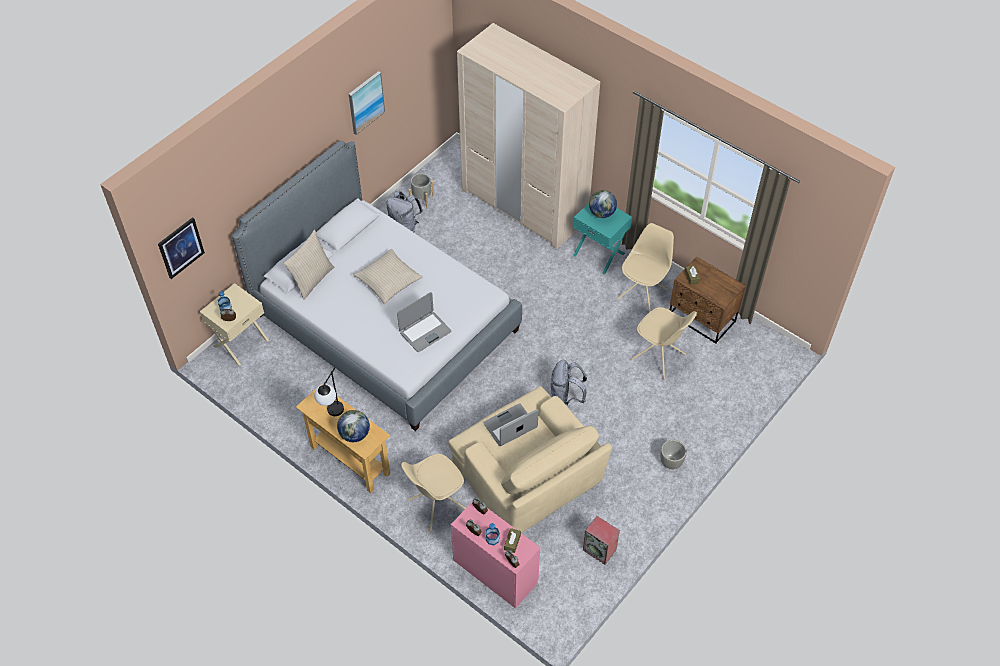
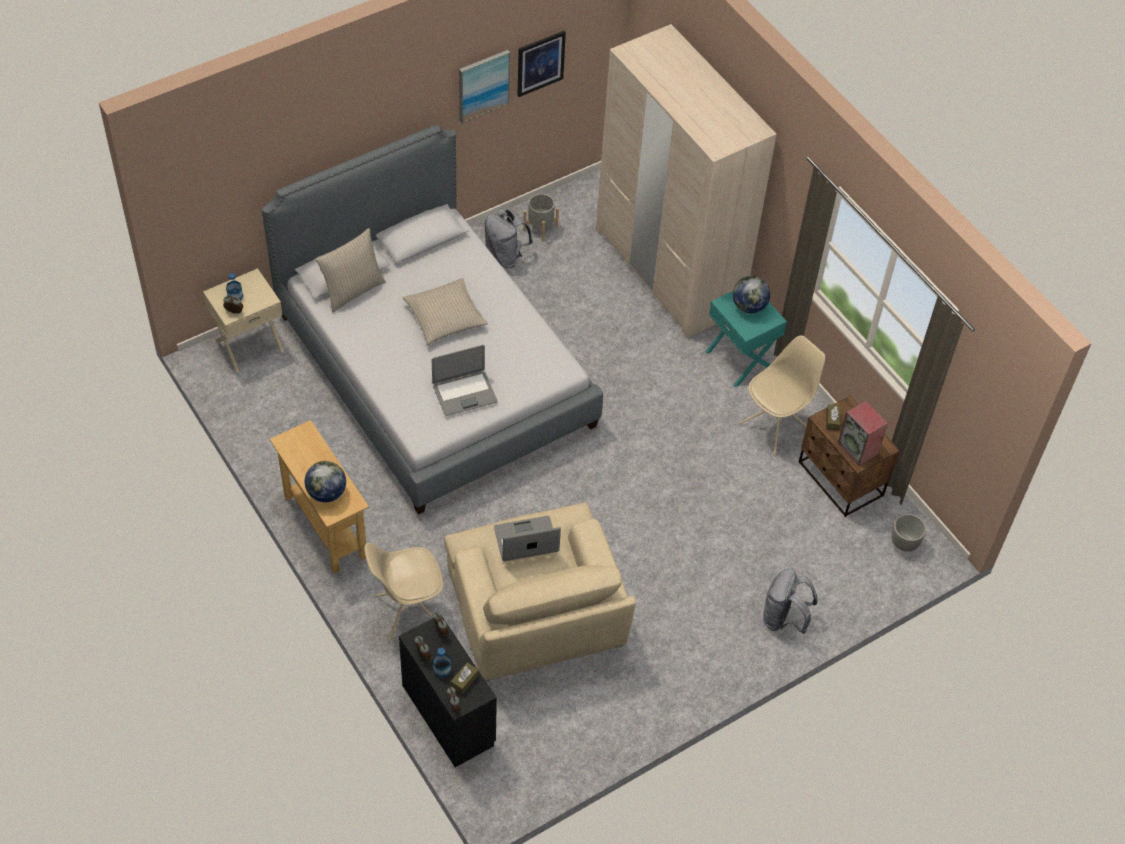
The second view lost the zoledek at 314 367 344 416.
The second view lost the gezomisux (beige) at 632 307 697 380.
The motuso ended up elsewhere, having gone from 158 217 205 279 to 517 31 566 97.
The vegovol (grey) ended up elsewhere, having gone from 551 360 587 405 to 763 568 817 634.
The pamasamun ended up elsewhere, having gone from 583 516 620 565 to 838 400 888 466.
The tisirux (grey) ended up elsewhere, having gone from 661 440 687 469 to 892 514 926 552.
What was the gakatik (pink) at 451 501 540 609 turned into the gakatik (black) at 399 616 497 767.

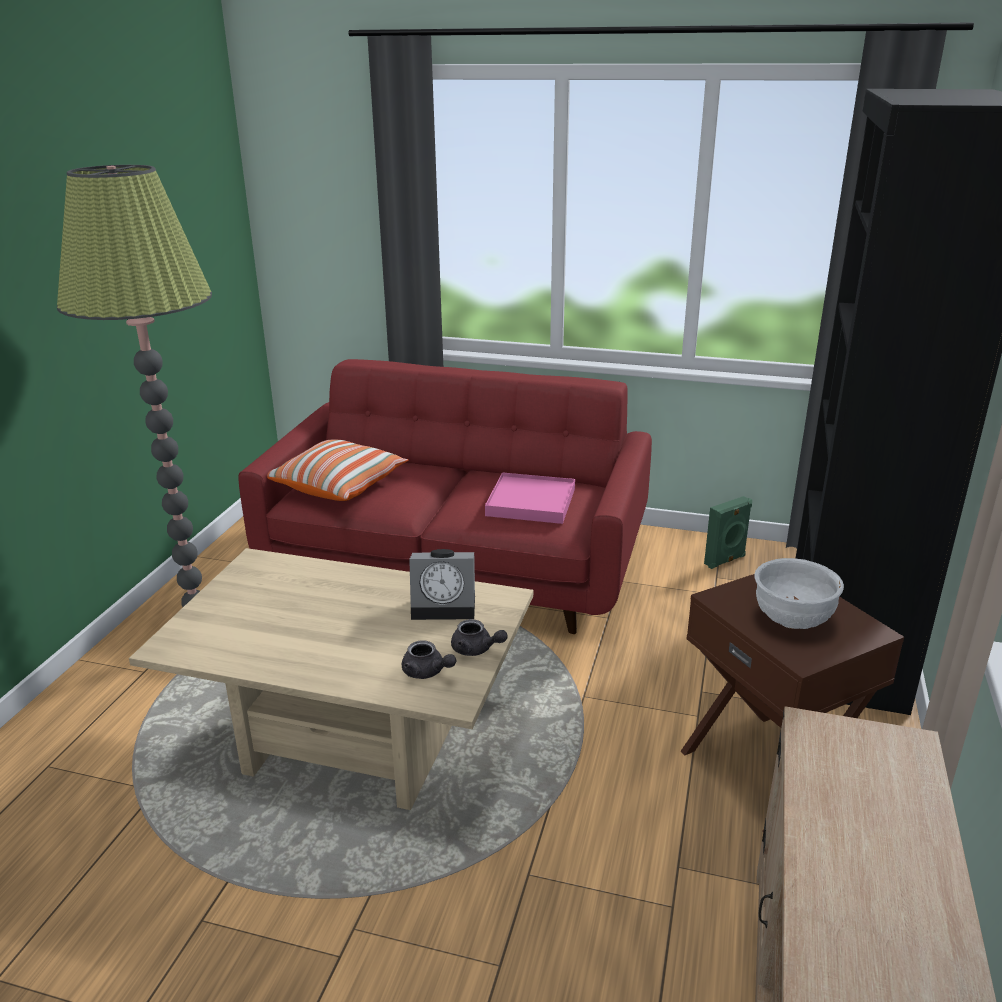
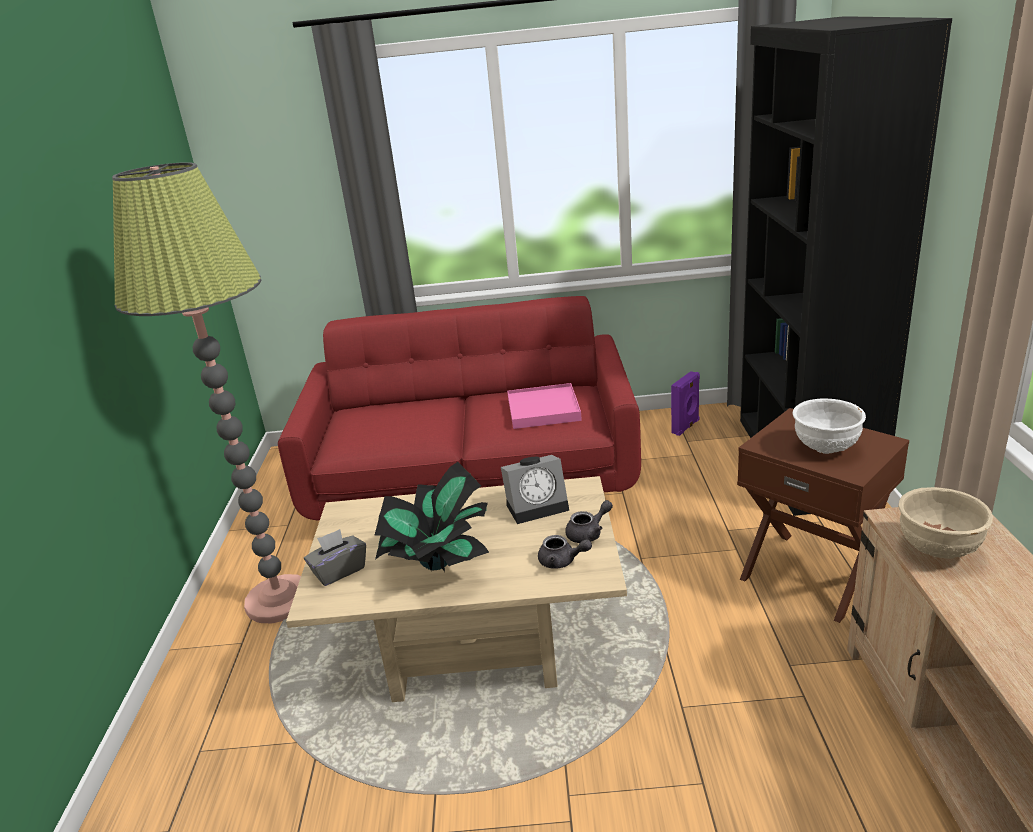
The second view lost the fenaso at 267 439 409 501.
The second view gained the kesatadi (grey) at 304 529 366 586.
The second view gained the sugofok at 375 462 489 572.
The second view gained the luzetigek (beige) at 898 487 993 559.
What was the pamasamun (green) at 704 496 752 569 turned into the pamasamun (purple) at 671 371 700 436.
The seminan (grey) at 451 619 508 656 ended up facing another way, 45 degrees counterclockwise from before.

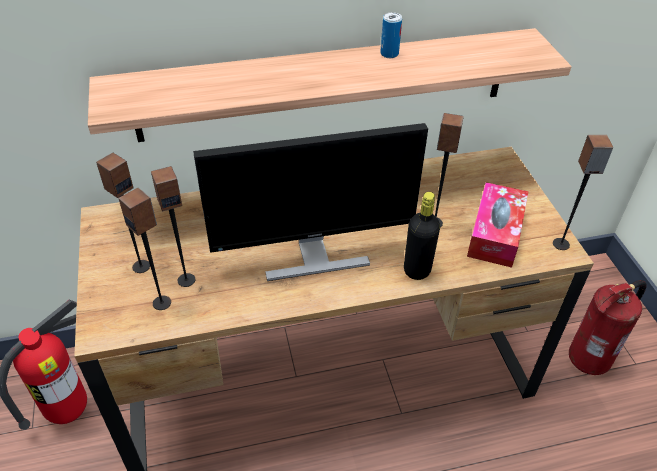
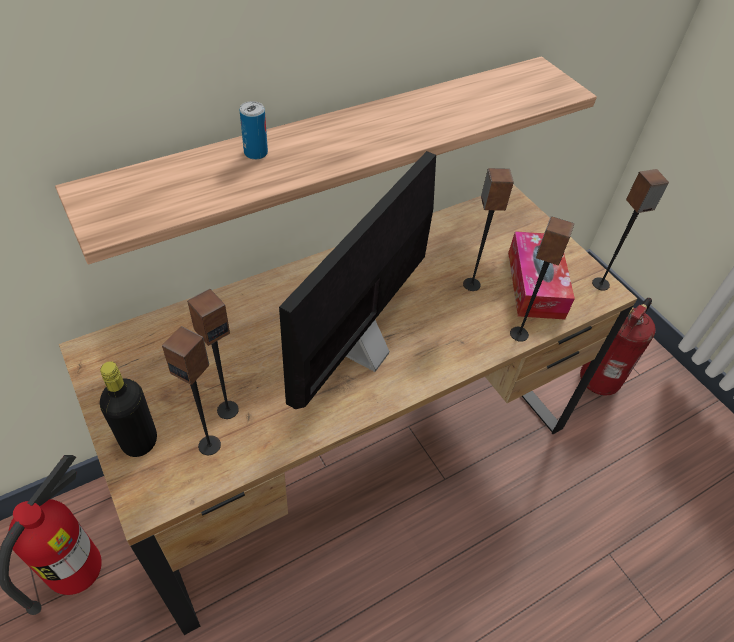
The pamasamun ended up elsewhere, having gone from 96 152 150 273 to 510 216 574 342.
The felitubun ended up elsewhere, having gone from 380 12 402 58 to 240 101 268 160.
The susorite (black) ended up elsewhere, having gone from 404 192 440 280 to 100 361 157 457.
The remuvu at 193 123 428 281 ended up facing another way, 150 degrees clockwise from before.

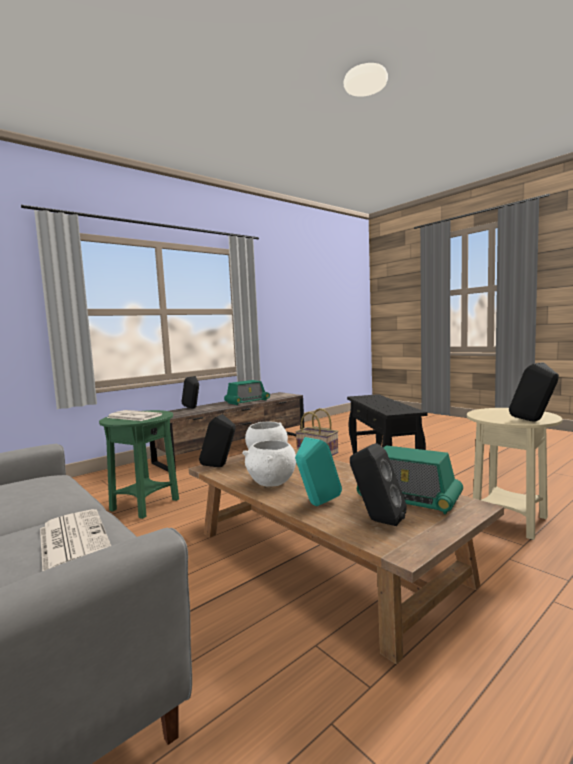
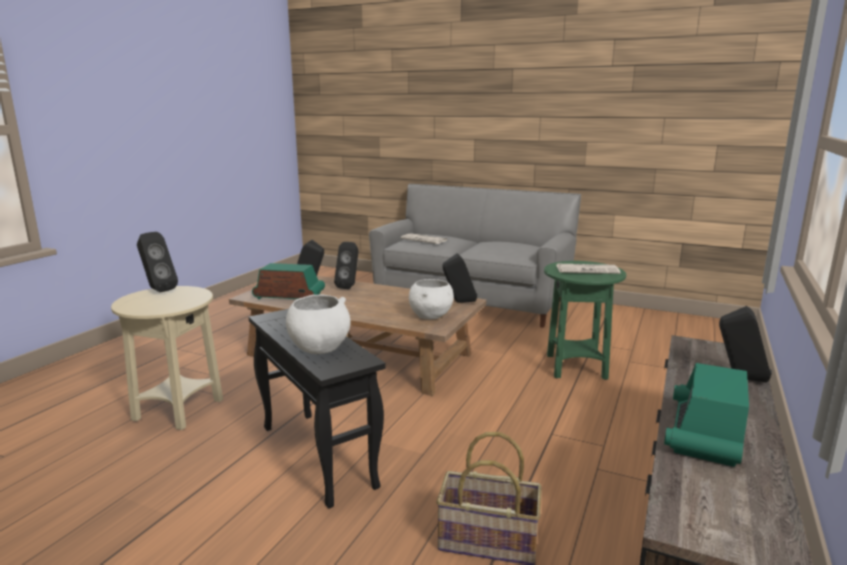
The luzetigek (white) ended up elsewhere, having gone from 242 440 296 486 to 286 295 351 354.
What was the pamasamun (turquoise) at 295 437 342 506 turned into the pamasamun (black) at 334 242 359 289.

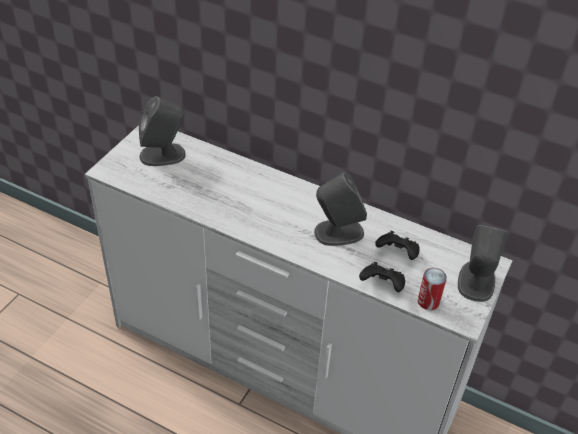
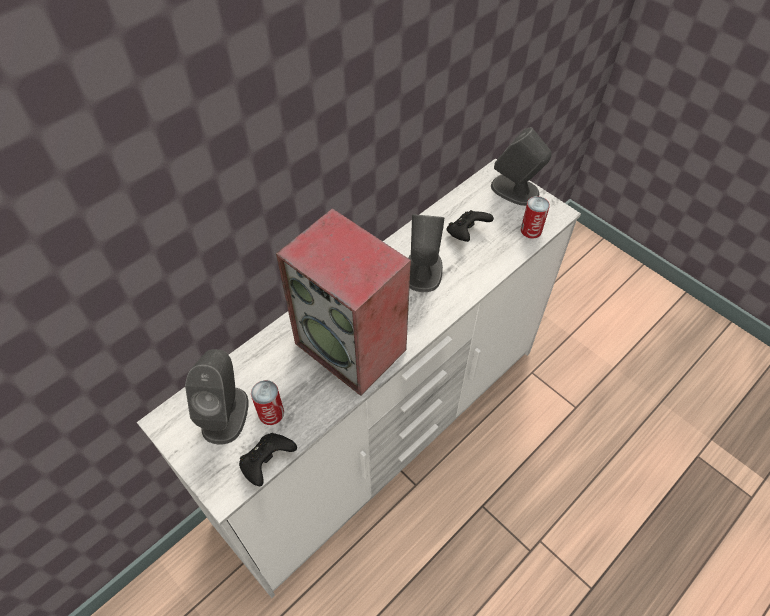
The second view gained the felitubun at 251 380 284 425.
The second view gained the pamasamun at 276 208 411 396.
The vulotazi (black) ended up elsewhere, having gone from 359 262 405 292 to 239 433 297 486.

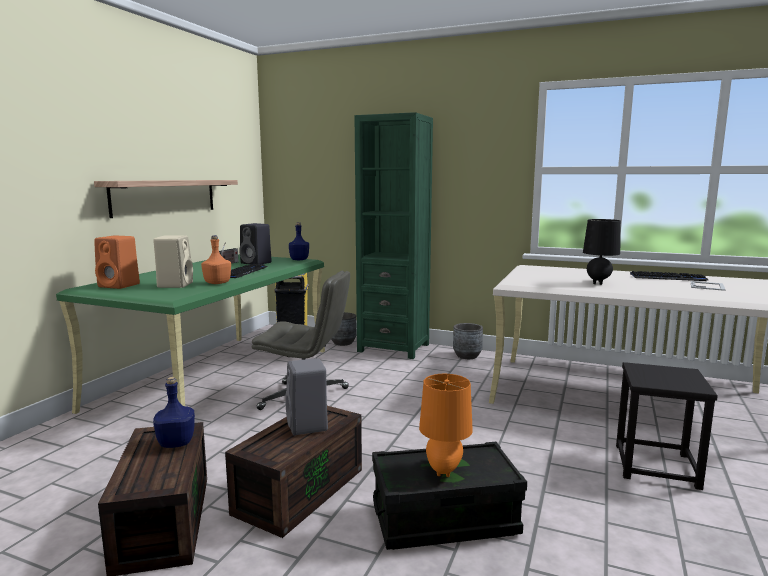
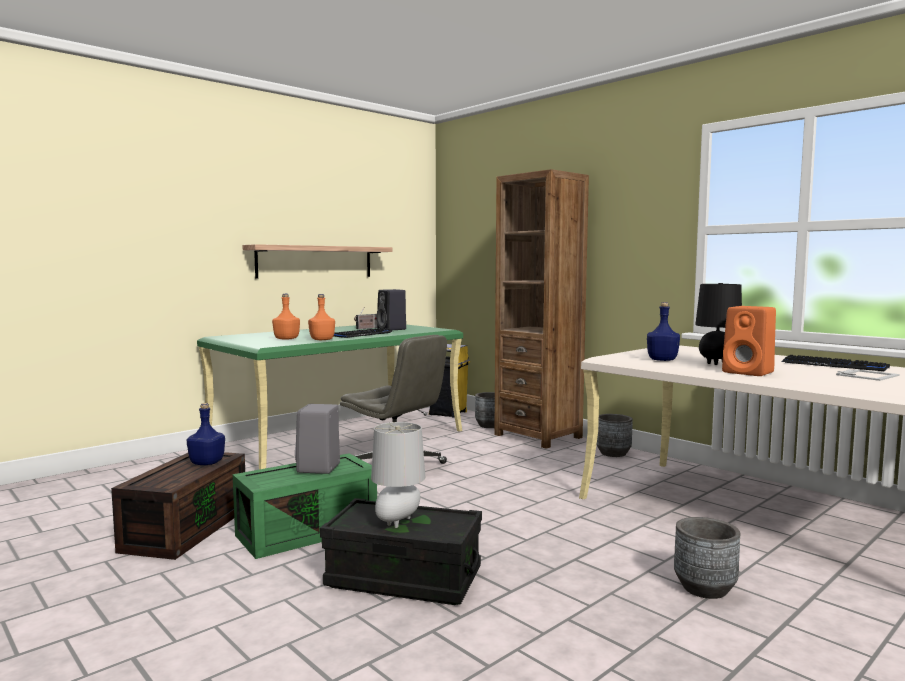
The pamasamun (orange) ended up elsewhere, having gone from 94 235 140 289 to 722 306 776 376.
The susorite (blue) ended up elsewhere, having gone from 289 222 309 260 to 647 302 680 361.
Where the pamasamun (beige) stood at 153 236 193 288, the susorite (orange) came to stand at 272 294 300 340.
Where the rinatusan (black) stood at 616 362 718 490, the tisirux (grey) came to stand at 674 517 740 599.
What was the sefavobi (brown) at 225 406 362 538 turned into the sefavobi (green) at 233 453 377 559.
What was the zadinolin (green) at 355 112 433 359 turned into the zadinolin (brown) at 494 169 589 449.
What was the zoledek (orange) at 419 374 473 477 turned into the zoledek (grey) at 371 422 426 528.

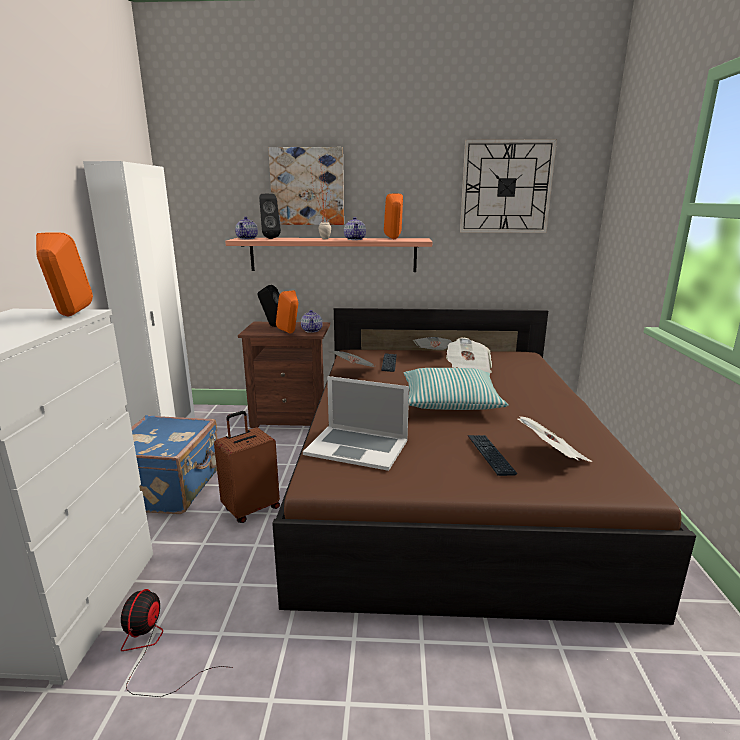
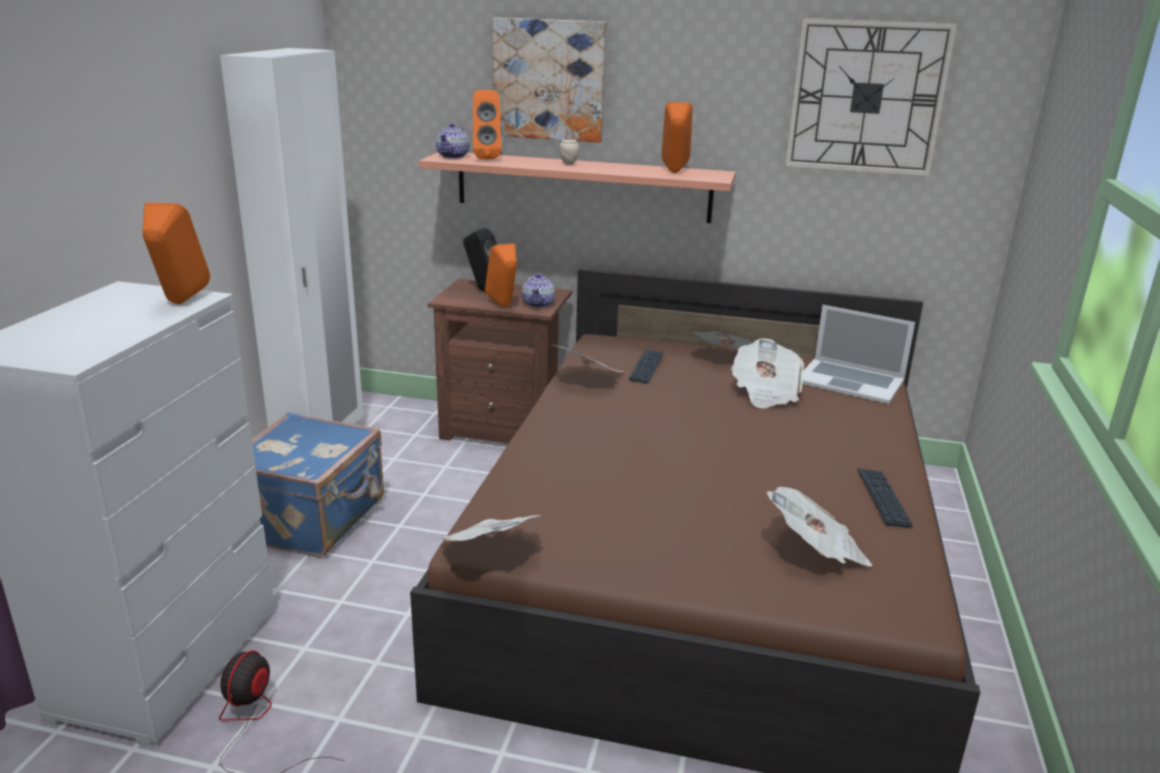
The second view lost the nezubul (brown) at 214 411 280 523.
The second view lost the seminan at 344 217 366 240.
The second view lost the fenaso at 404 368 509 410.
The second view gained the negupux at 440 515 540 541.
The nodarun ended up elsewhere, having gone from 303 376 409 471 to 802 305 915 404.
The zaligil ended up elsewhere, having gone from 468 435 517 476 to 857 468 913 528.
What was the pamasamun (black) at 259 194 281 239 turned into the pamasamun (orange) at 473 90 502 159.

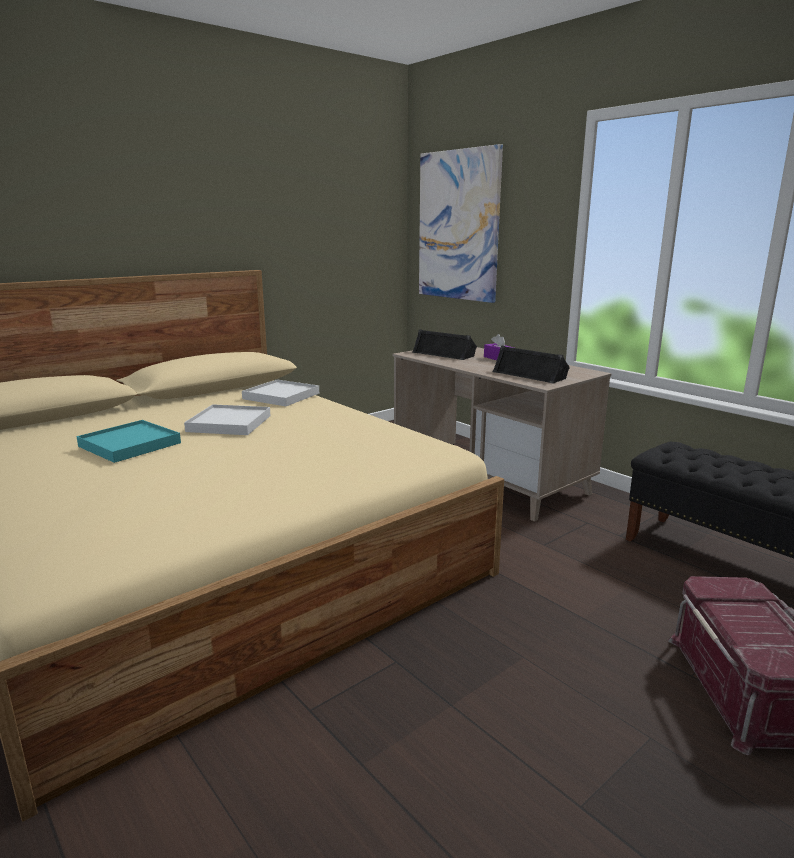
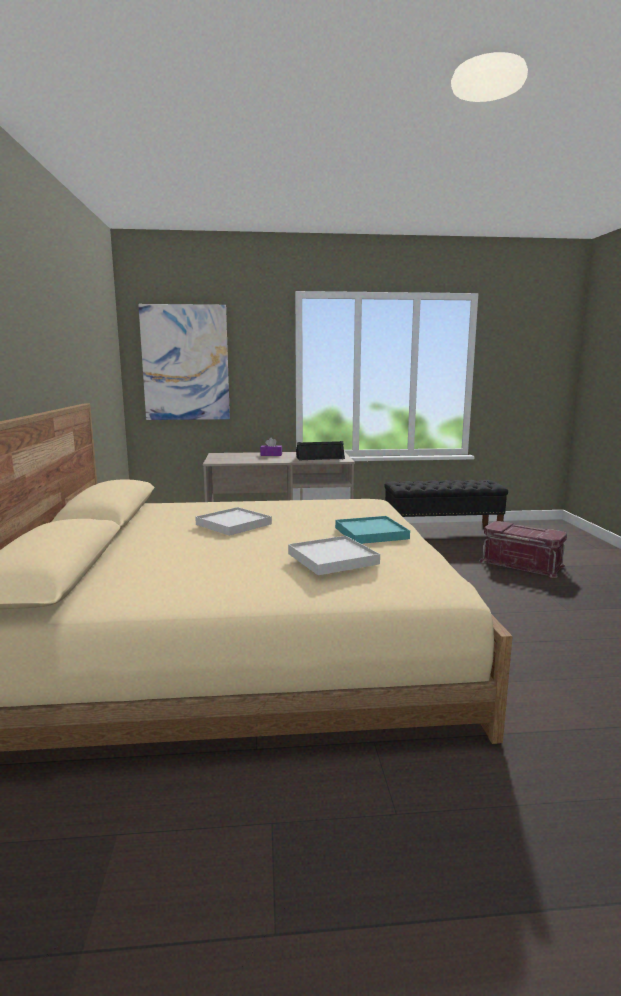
The second view lost the pamasamun (black) at 412 329 477 360.
The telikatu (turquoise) ended up elsewhere, having gone from 76 420 181 463 to 335 516 410 544.
The telikatu (white) ended up elsewhere, having gone from 242 379 319 406 to 288 536 380 575.

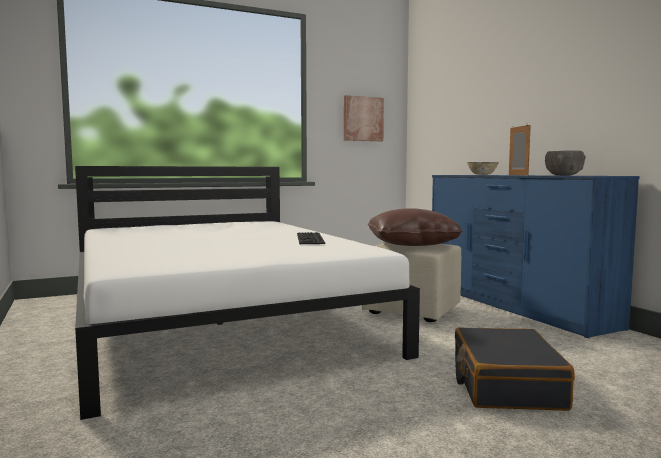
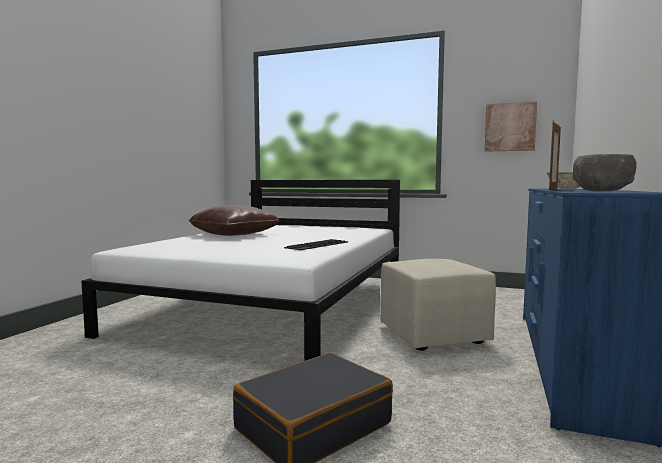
The fenaso (brown) ended up elsewhere, having gone from 368 208 463 246 to 189 205 279 236.

